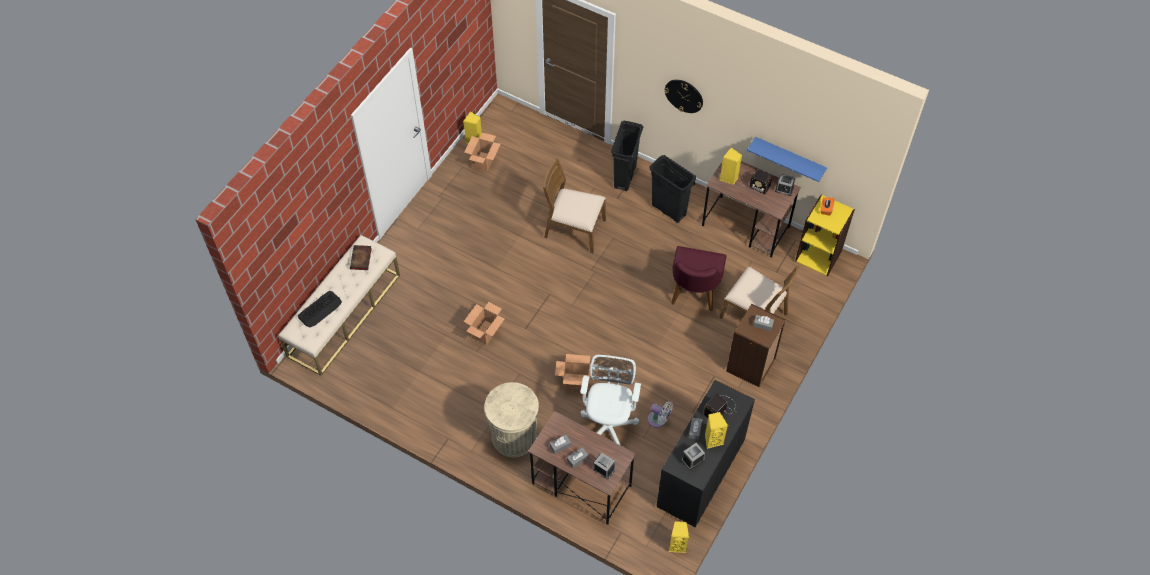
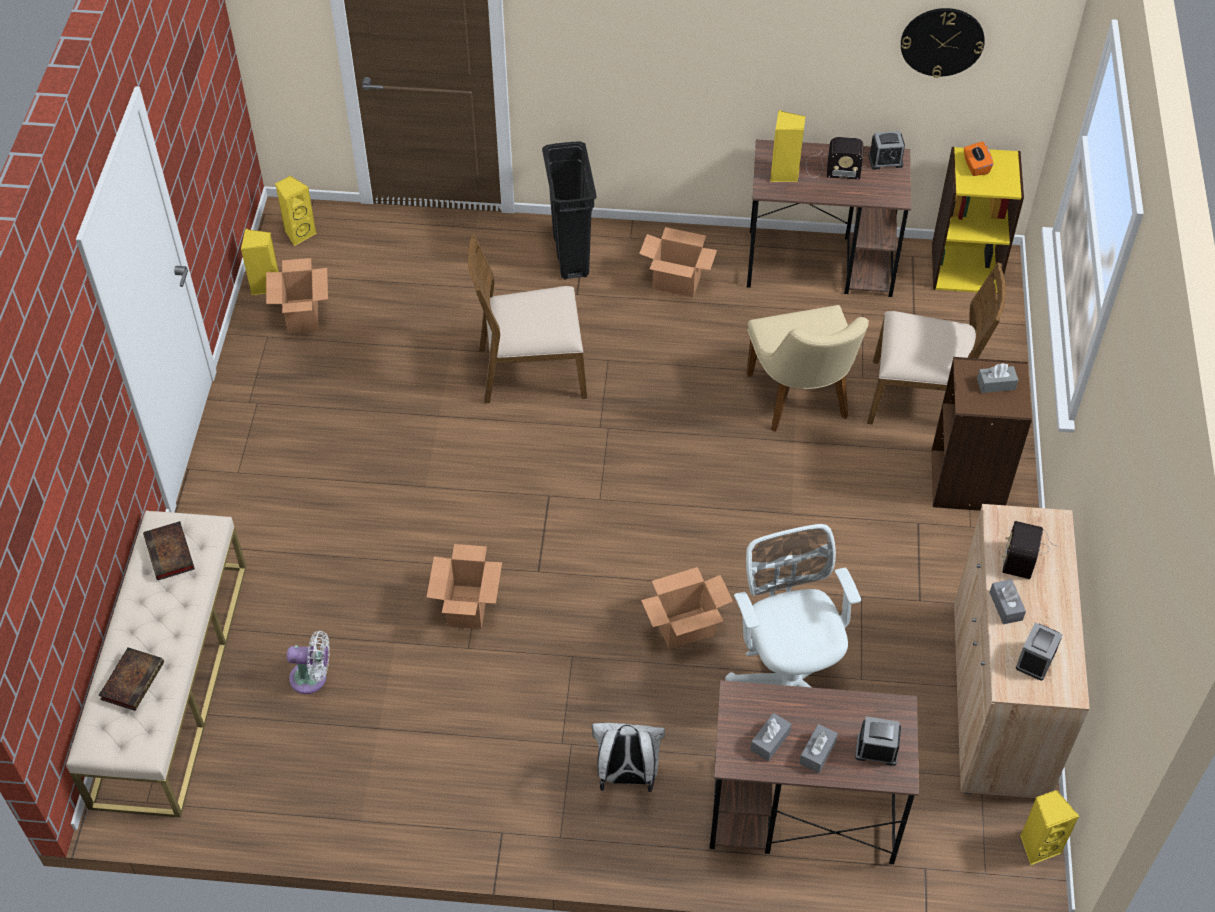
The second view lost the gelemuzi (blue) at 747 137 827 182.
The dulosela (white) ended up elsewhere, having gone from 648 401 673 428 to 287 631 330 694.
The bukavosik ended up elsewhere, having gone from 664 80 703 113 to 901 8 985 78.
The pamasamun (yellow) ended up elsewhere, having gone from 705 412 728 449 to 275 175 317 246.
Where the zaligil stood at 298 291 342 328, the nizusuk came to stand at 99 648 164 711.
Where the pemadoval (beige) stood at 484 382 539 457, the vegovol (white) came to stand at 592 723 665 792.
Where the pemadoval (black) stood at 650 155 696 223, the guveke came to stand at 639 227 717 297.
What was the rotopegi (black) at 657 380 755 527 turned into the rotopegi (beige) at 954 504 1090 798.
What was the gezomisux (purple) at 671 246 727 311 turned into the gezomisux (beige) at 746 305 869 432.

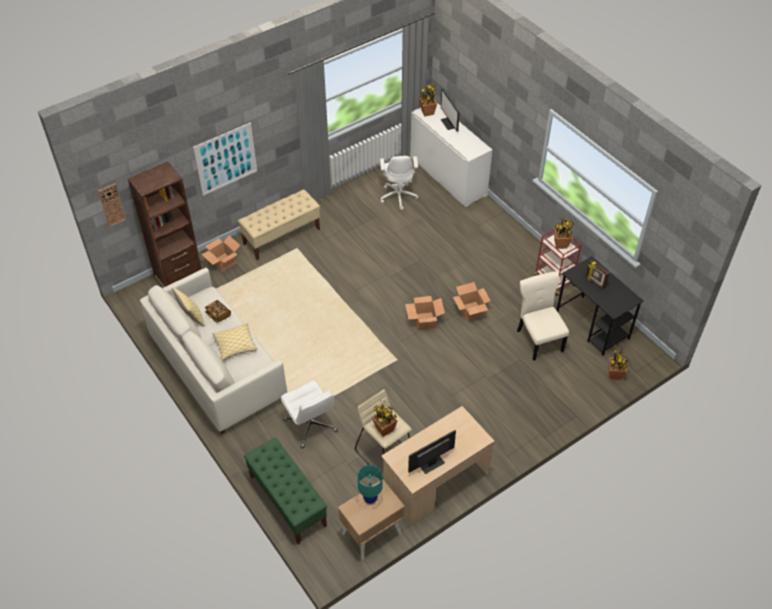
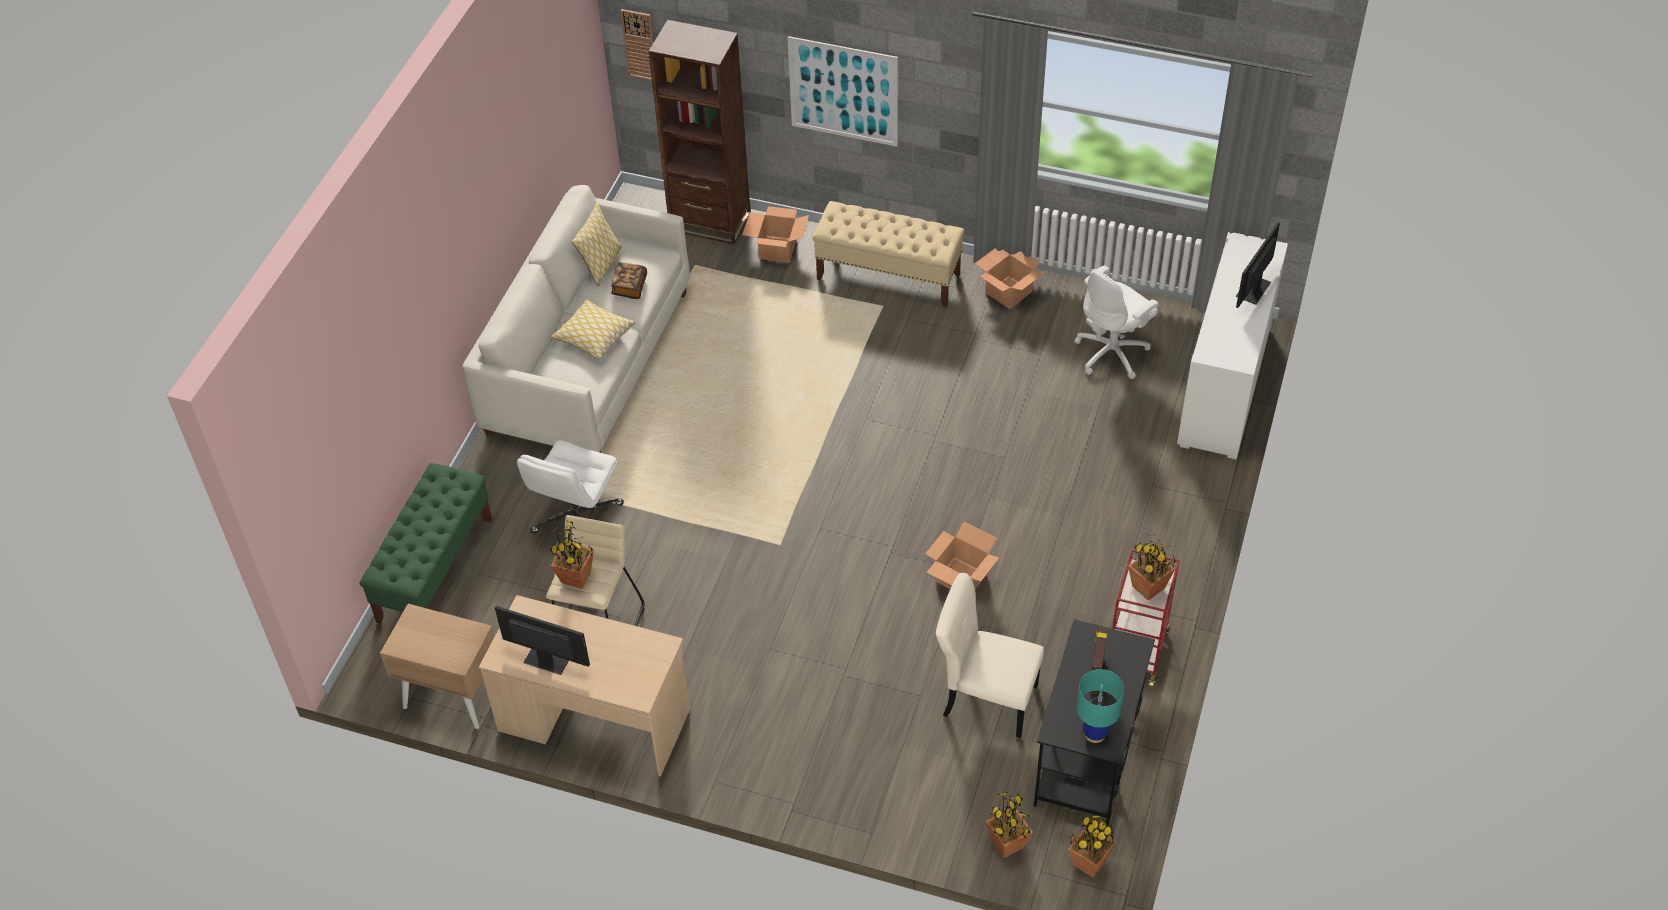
The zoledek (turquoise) ended up elsewhere, having gone from 357 465 383 505 to 1076 669 1124 743.
The guveke ended up elsewhere, having gone from 405 296 445 330 to 975 248 1045 309.
The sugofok ended up elsewhere, having gone from 419 83 437 117 to 1068 815 1116 878.
The gezomisux (beige) at 517 271 569 361 ended up facing another way, 105 degrees counterclockwise from before.

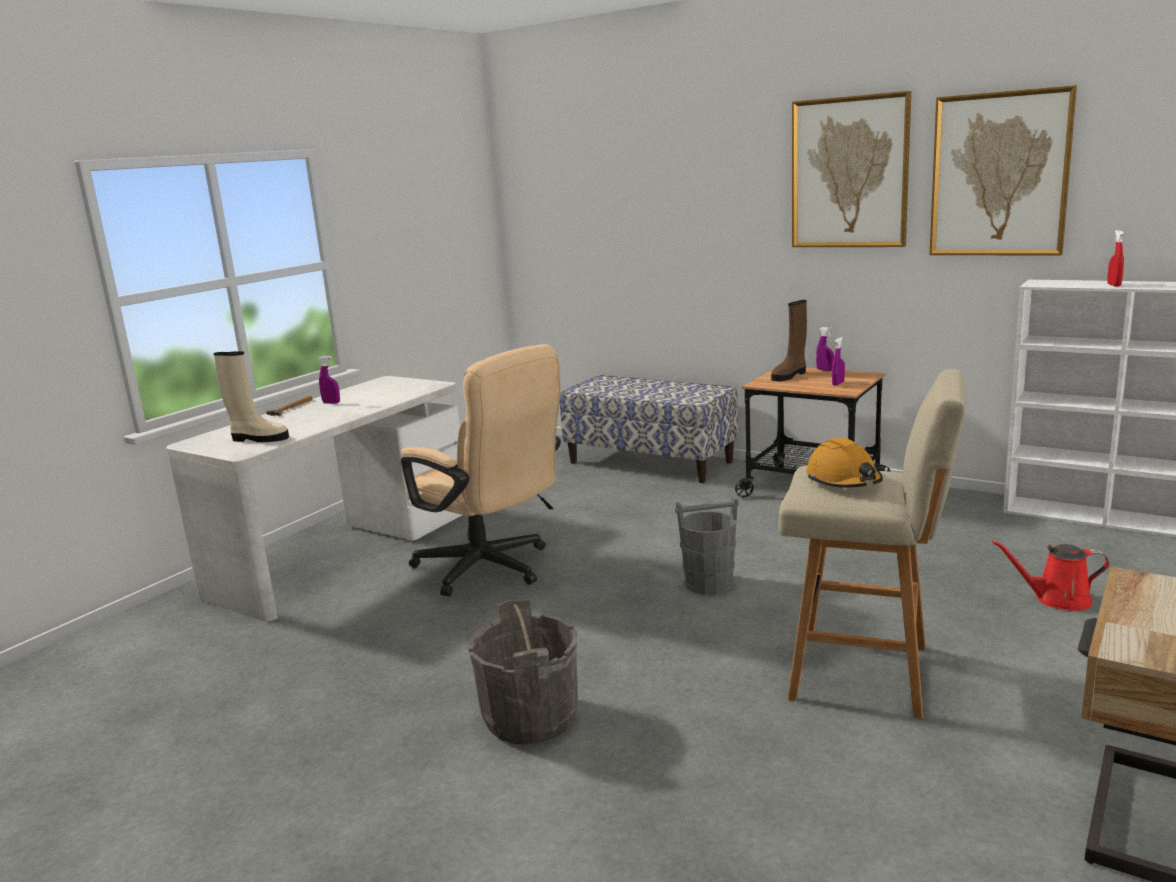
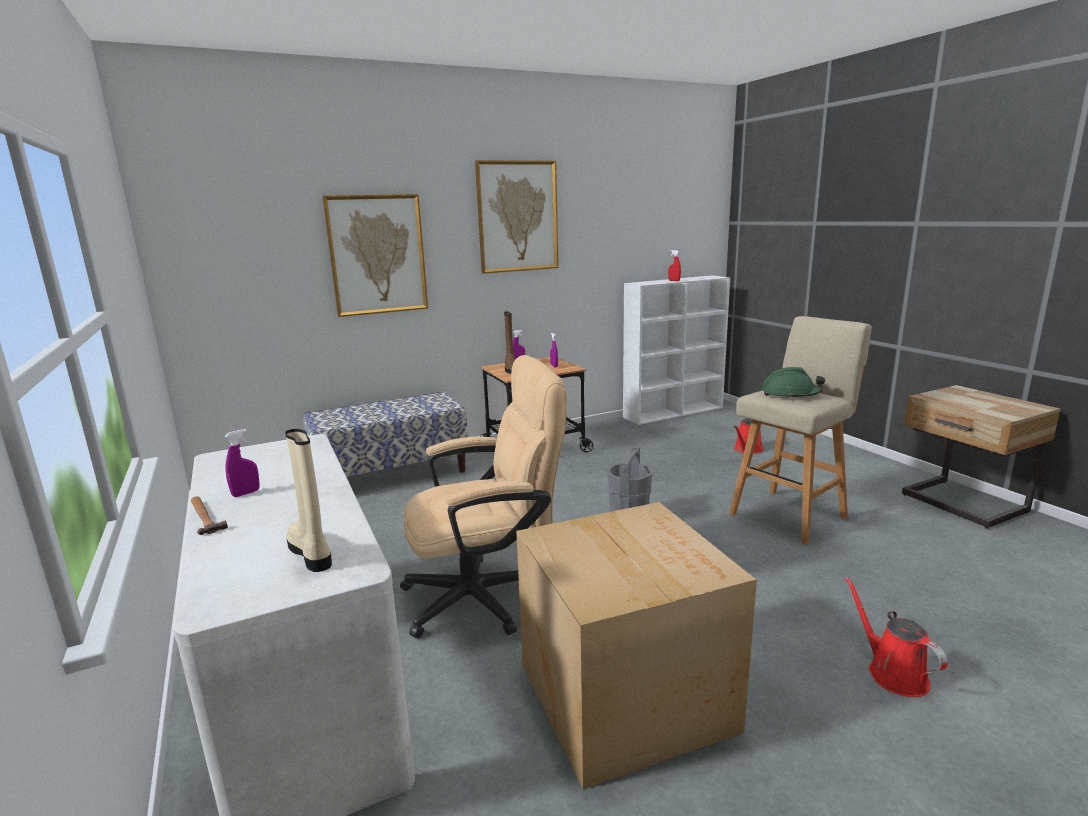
The second view lost the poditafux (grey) at 468 600 578 745.
The second view gained the guveke at 516 502 757 789.
The second view gained the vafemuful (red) at 844 577 948 697.
The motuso ended up elsewhere, having gone from 929 85 1077 256 to 322 194 428 317.
What was the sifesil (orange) at 806 438 883 488 turned into the sifesil (green) at 762 367 825 399.
The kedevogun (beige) at 213 351 289 442 ended up facing another way, 75 degrees counterclockwise from before.

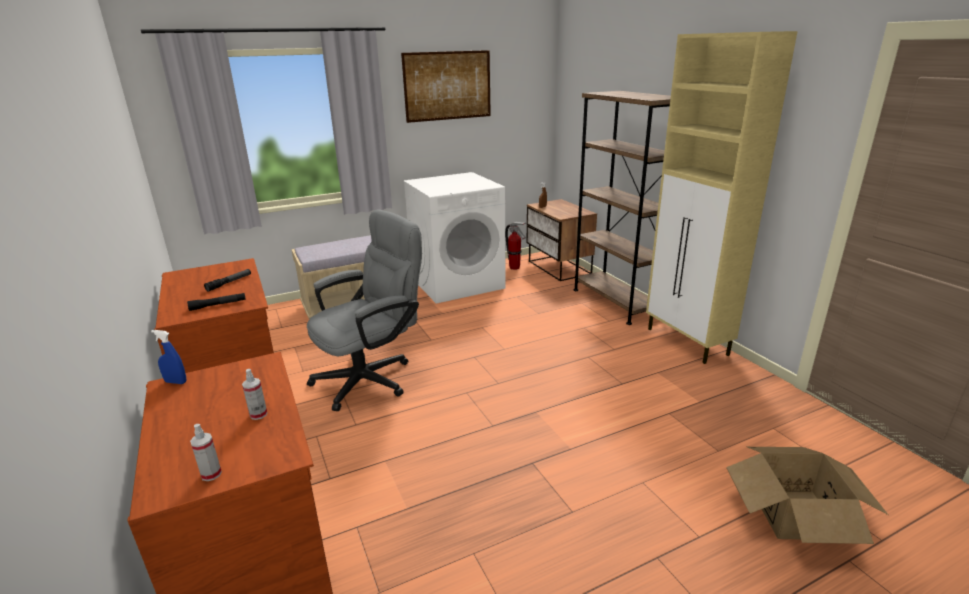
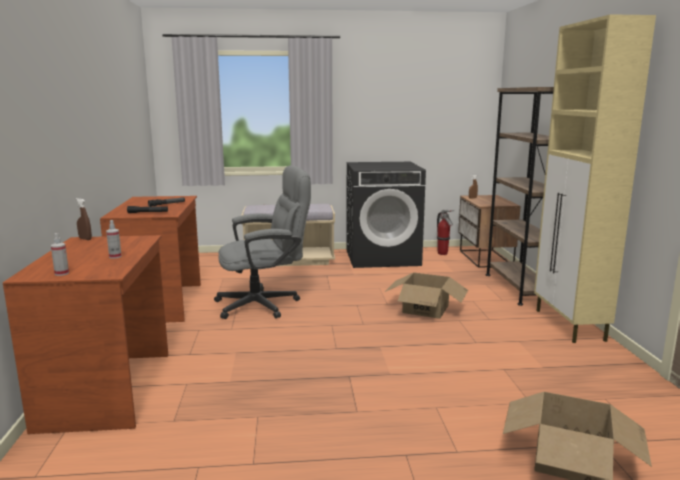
The second view lost the motuso at 401 50 491 123.
The second view gained the guveke at 385 273 468 319.
What was the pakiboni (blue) at 151 330 186 384 turned into the pakiboni (brown) at 76 198 92 240.
What was the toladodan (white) at 403 172 506 304 turned into the toladodan (black) at 346 162 426 268.

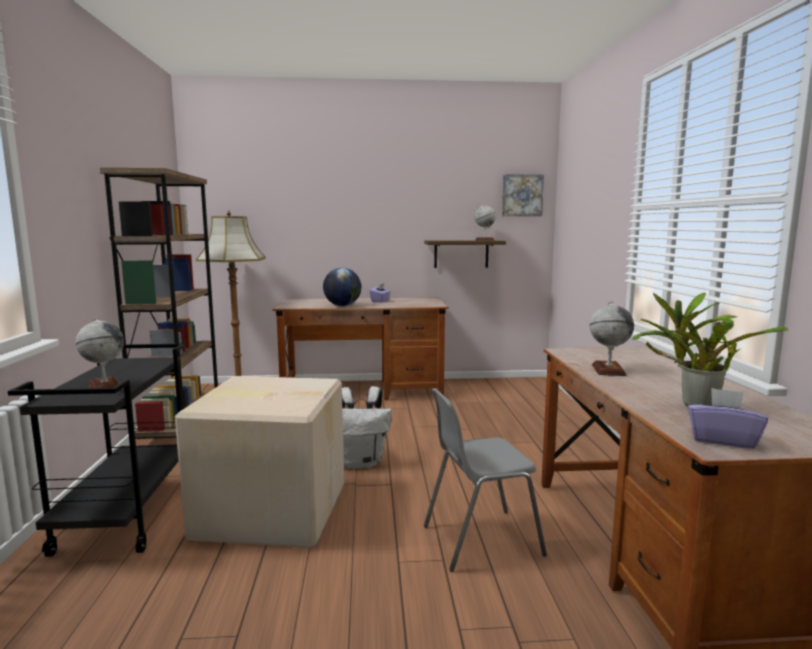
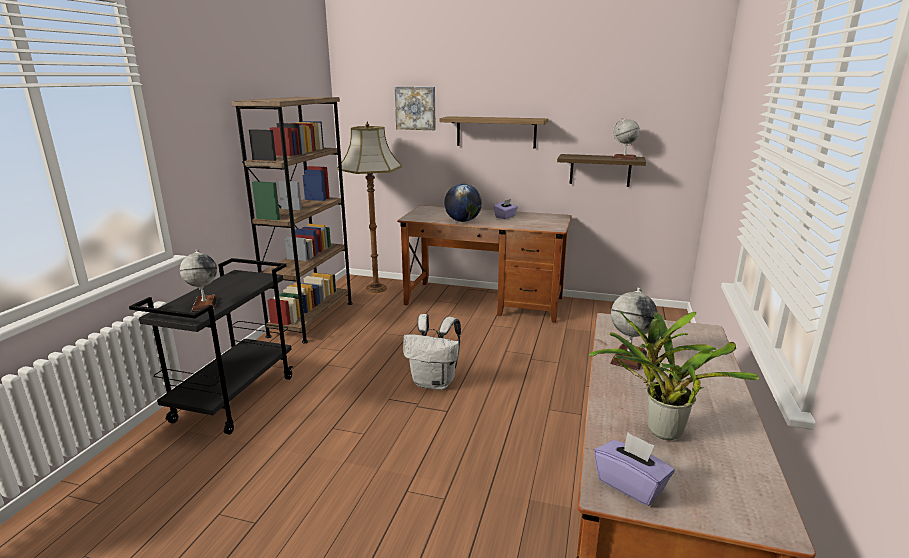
The second view lost the guveke at 175 376 344 548.
The second view lost the gezomisux (grey) at 424 388 547 572.
The second view gained the gelemuzi at 440 116 548 148.
The motuso ended up elsewhere, having gone from 502 174 544 216 to 395 87 436 130.

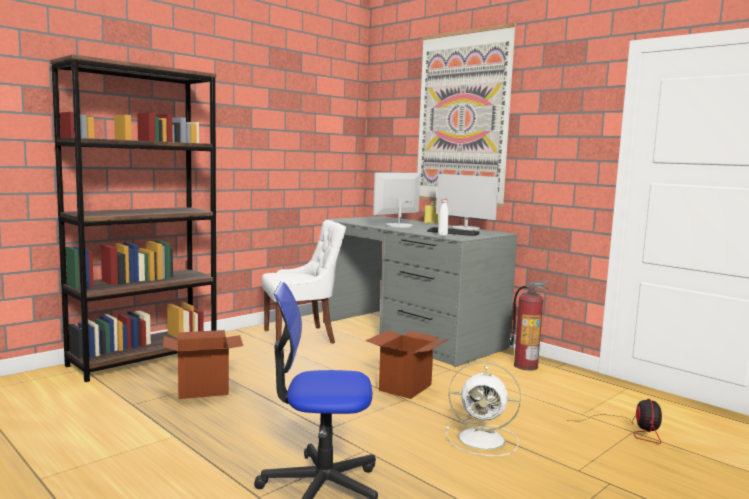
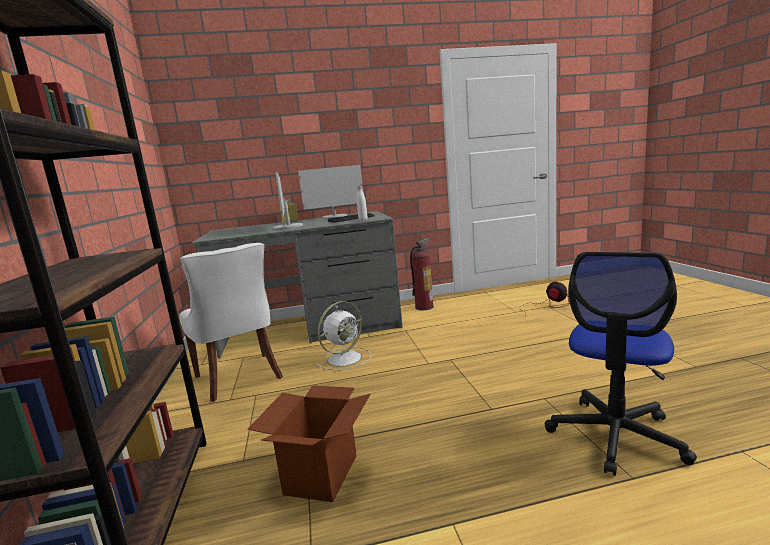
The second view lost the guveke at 366 330 449 399.
The second view lost the motuso at 417 23 516 208.
The dulosela (white) ended up elsewhere, having gone from 446 361 521 456 to 316 301 372 371.
The gezomisux (white) at 262 220 346 344 ended up facing another way, 135 degrees clockwise from before.

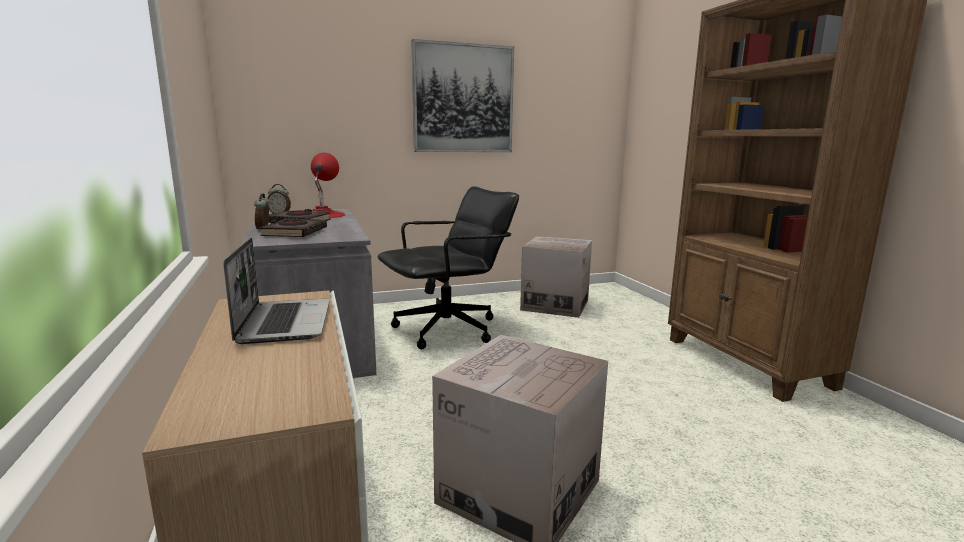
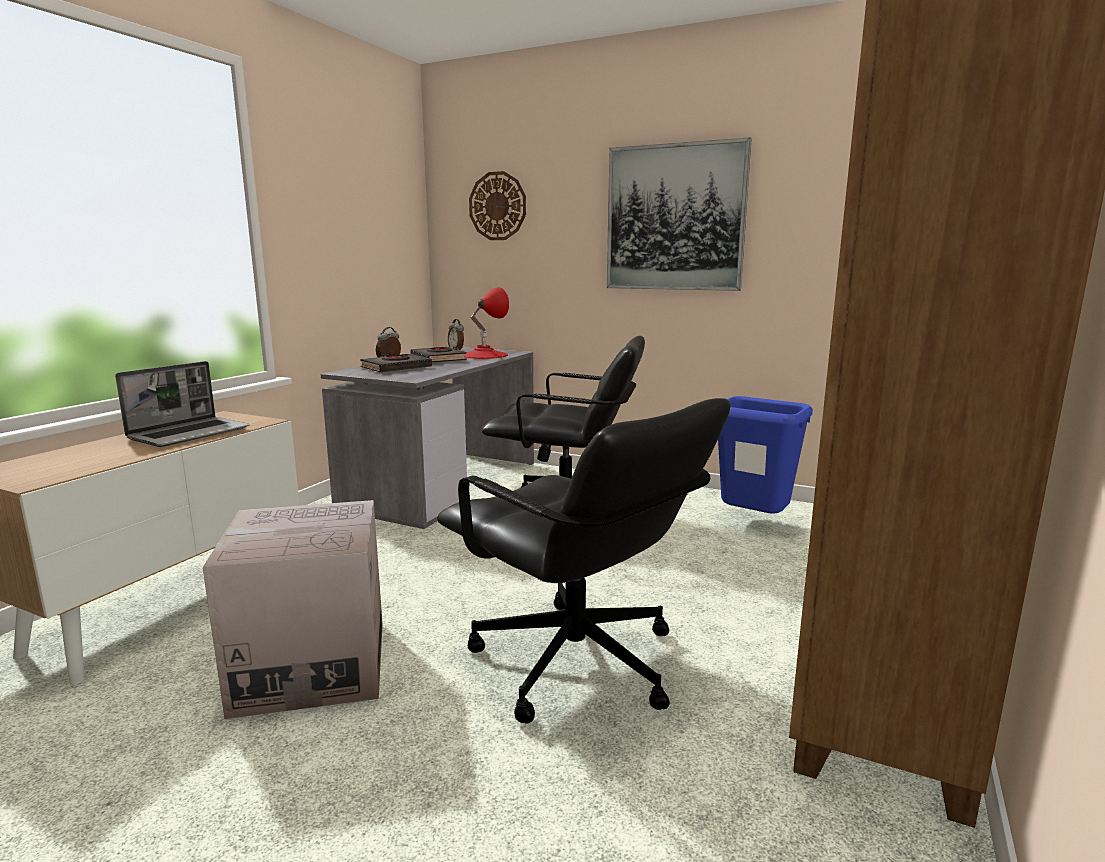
The second view gained the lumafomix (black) at 437 398 730 724.
The second view gained the bukavosik at 469 171 526 240.
Where the guveke stood at 520 236 592 318, the pemadoval (blue) came to stand at 718 396 813 514.

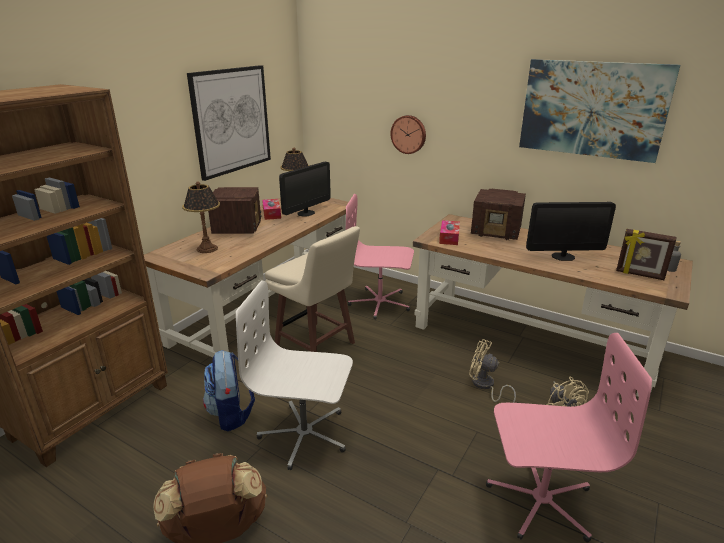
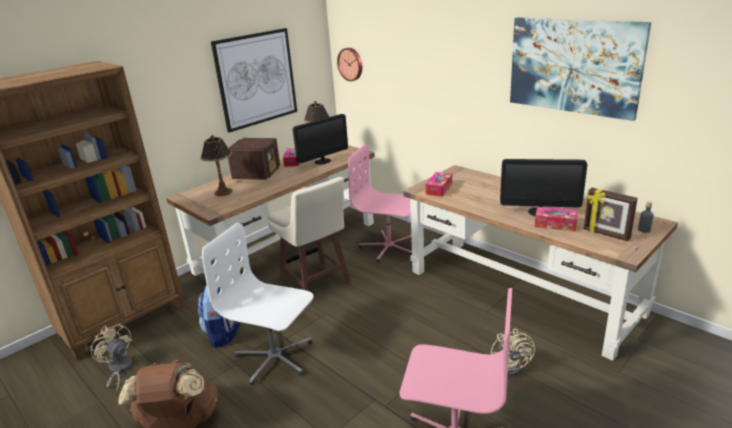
The second view lost the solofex at 471 189 526 240.
The second view gained the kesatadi at 535 207 578 231.
The bukavosik ended up elsewhere, having gone from 390 115 426 154 to 337 48 362 81.
The dulosela (beige) ended up elsewhere, having gone from 469 339 516 403 to 91 324 132 393.

